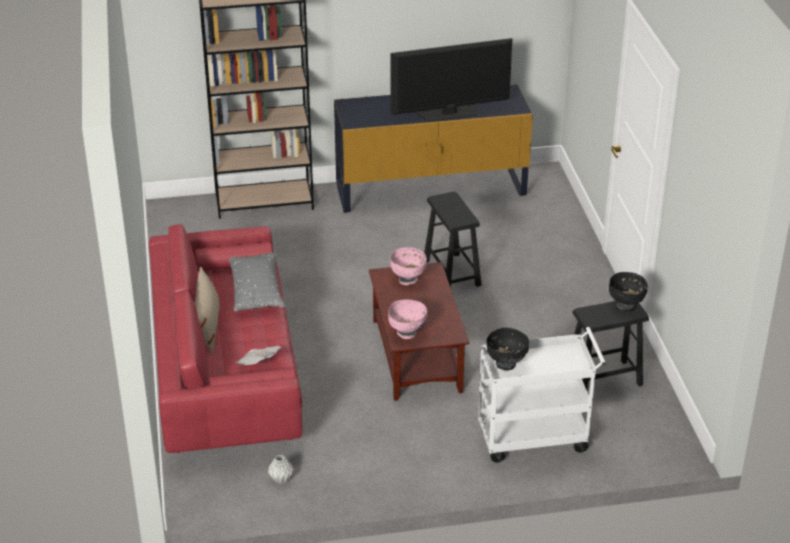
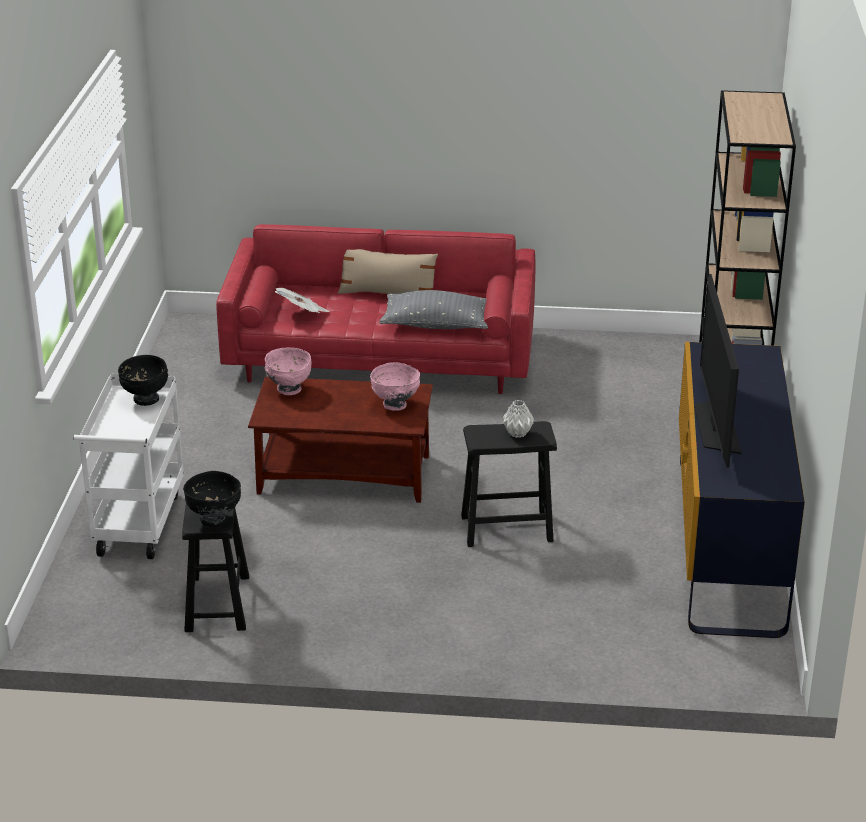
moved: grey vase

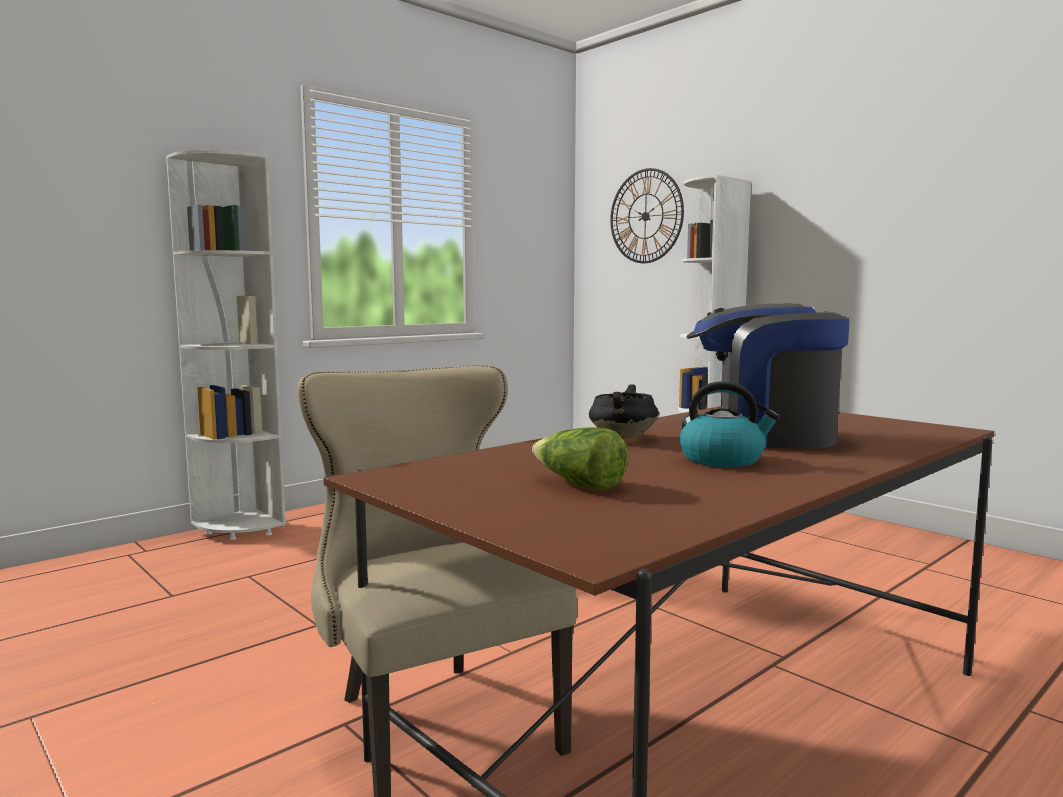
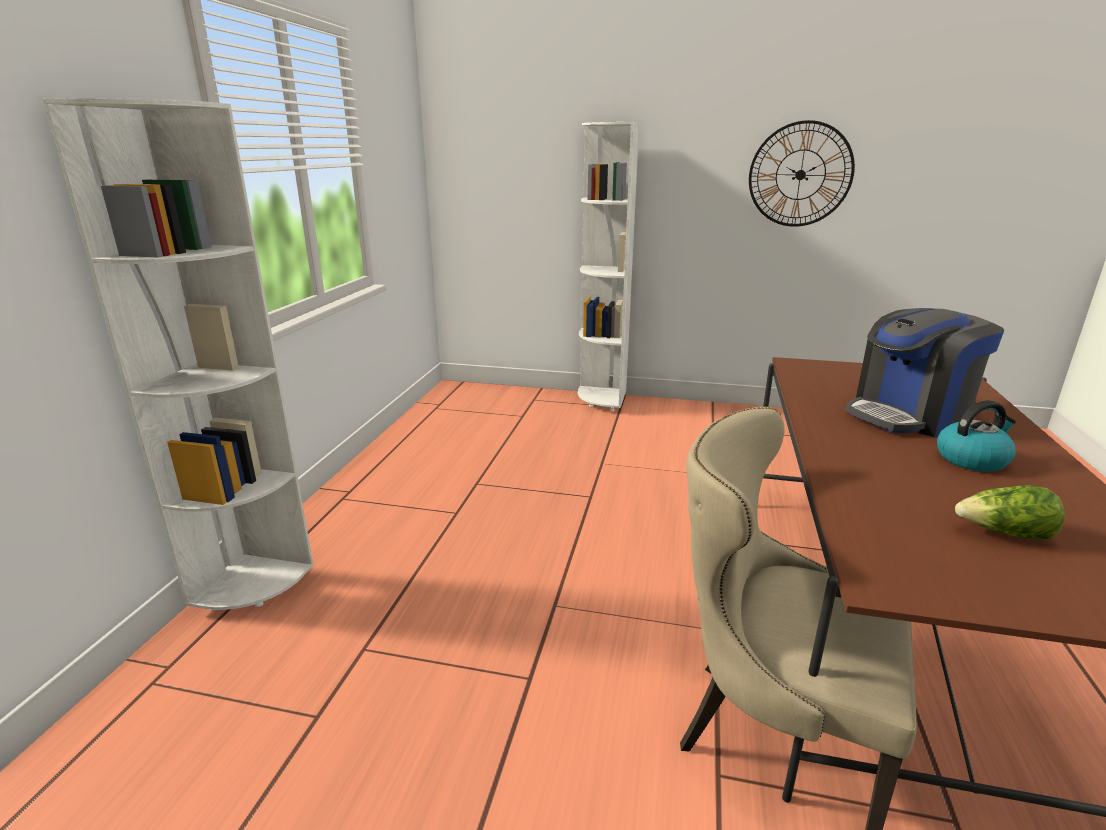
removed: black cooking pot
moved: wall clock

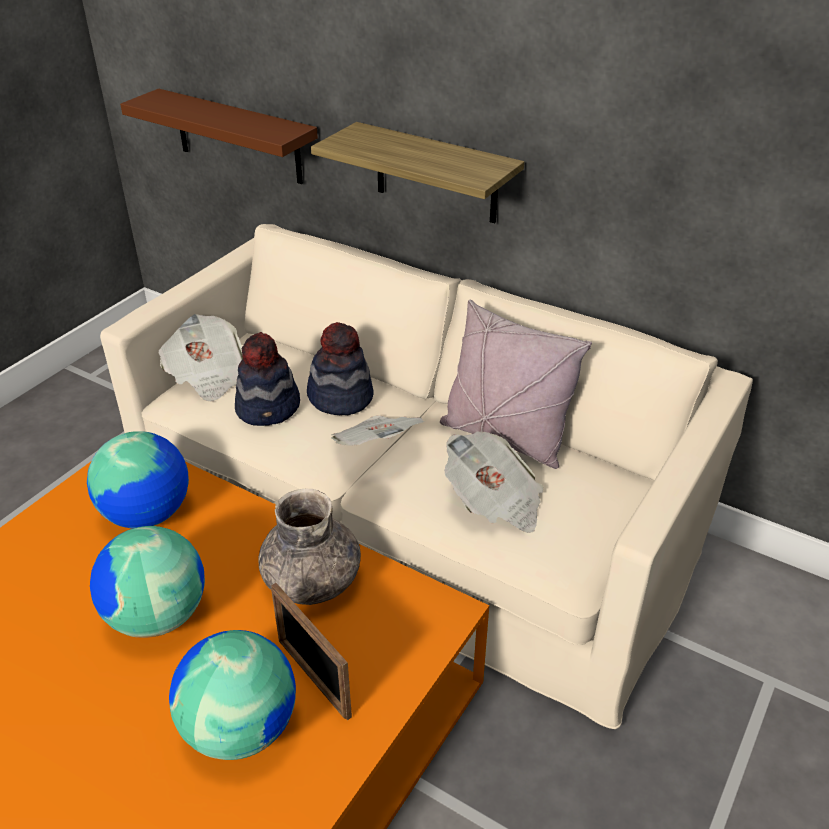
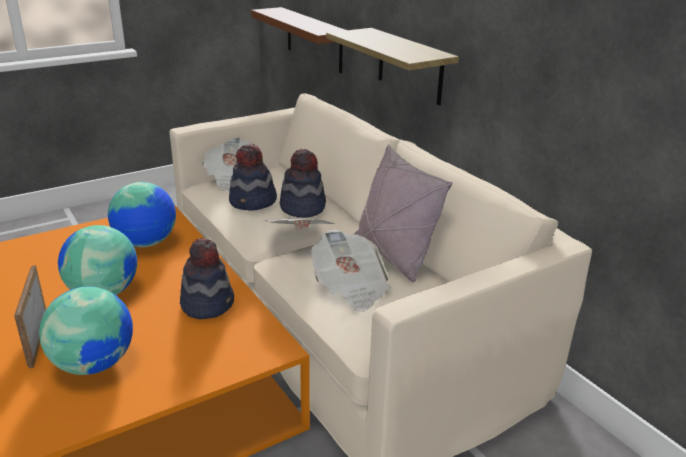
moved: picture frame
replaced: grey vase to hat (1st from left)

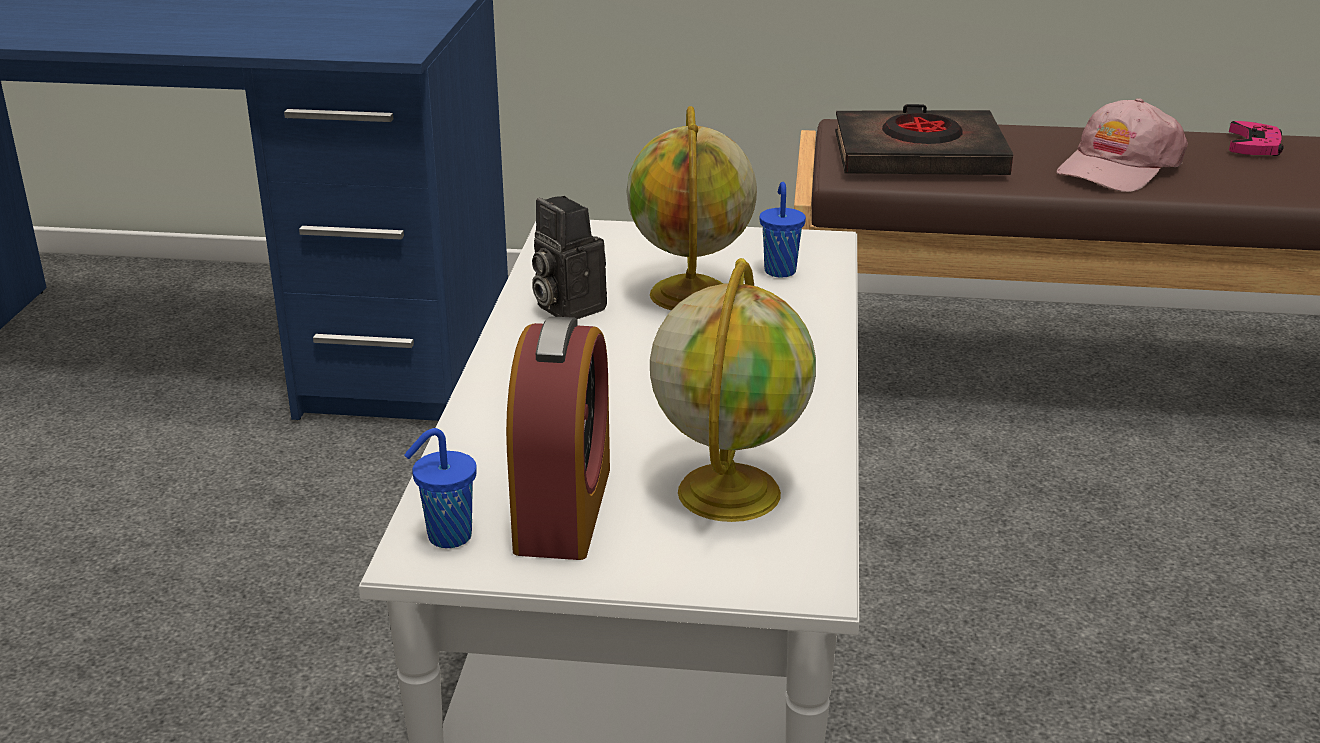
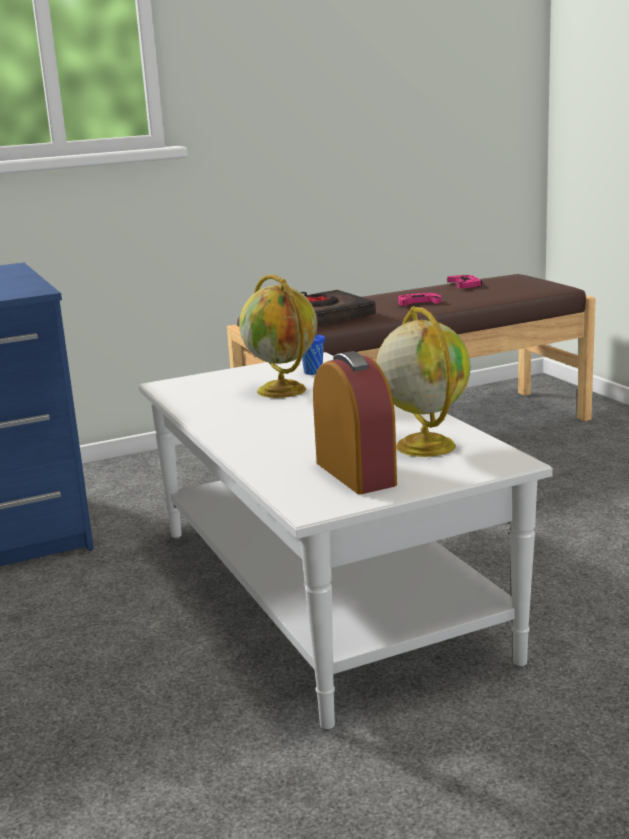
removed: blue cup (1st from left); photo camera
replaced: pink cap to pink game controller (1st from left)

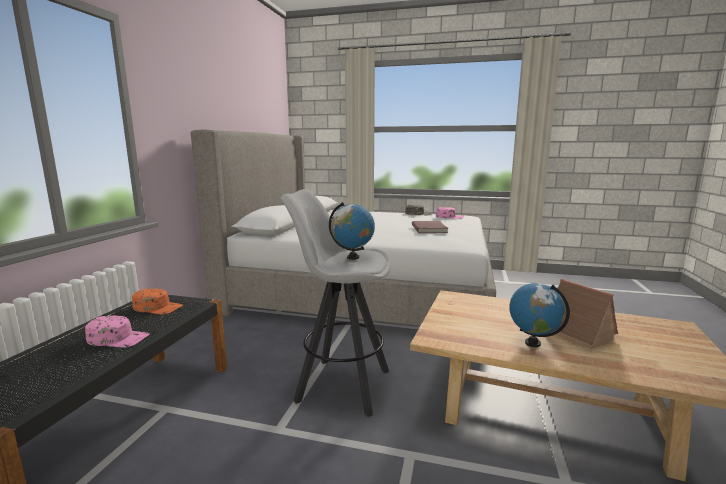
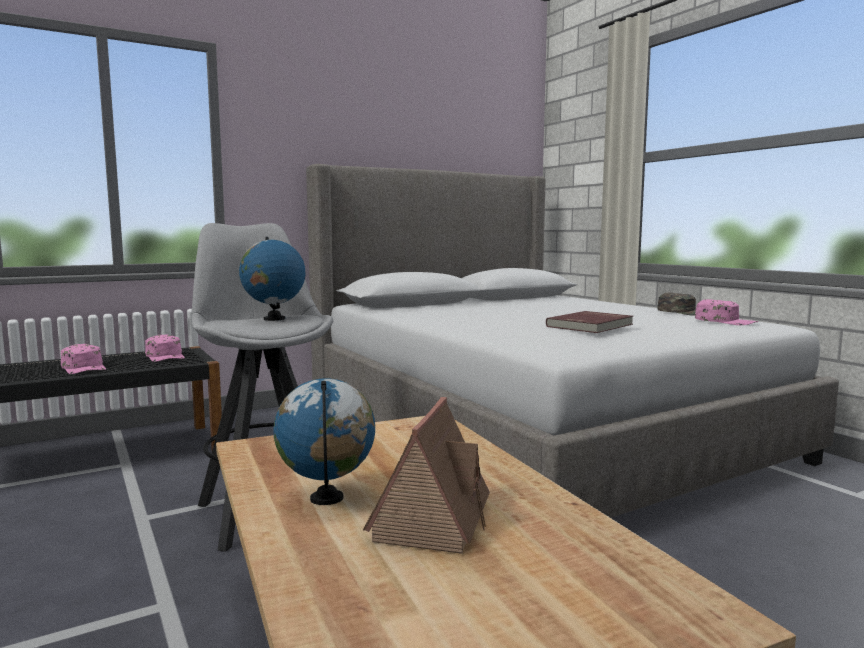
recoloured: orange cap to pink cap (2nd from left)

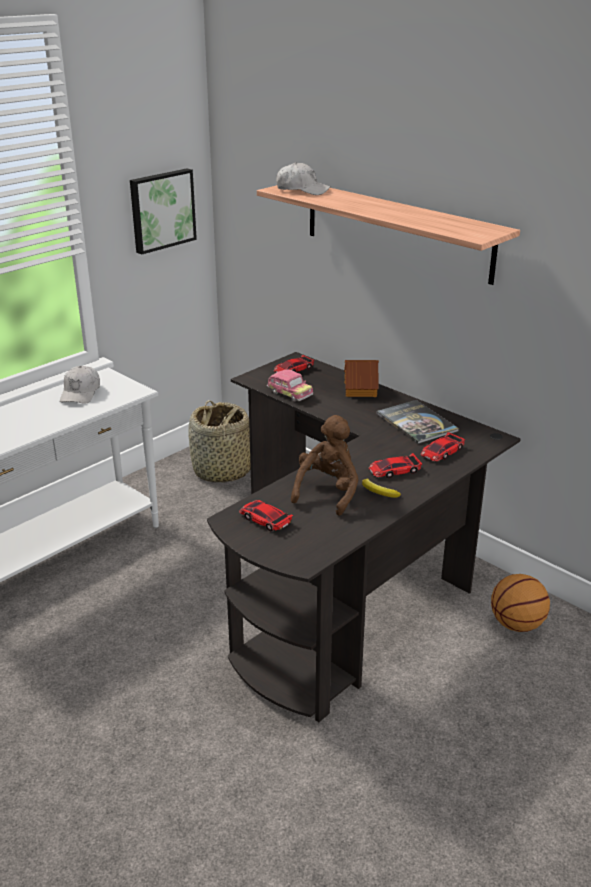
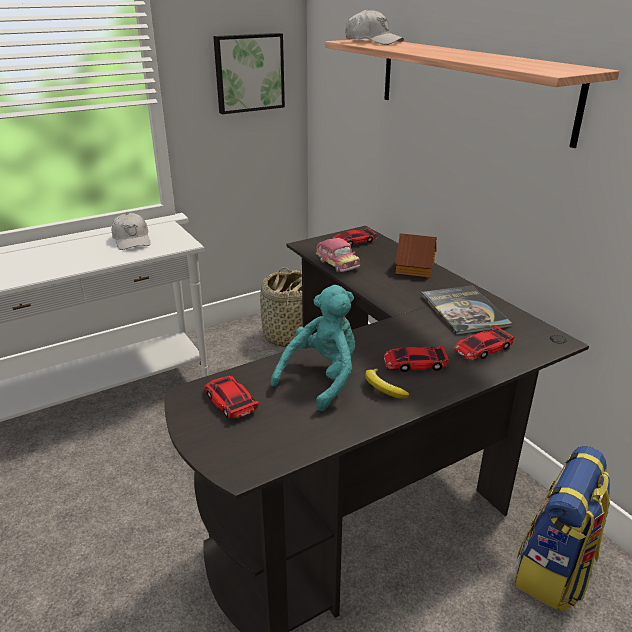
replaced: basketball to backpack
recoloured: brown plush toy to turquoise plush toy
turned: white cap (1st from left) 45 degrees counterclockwise

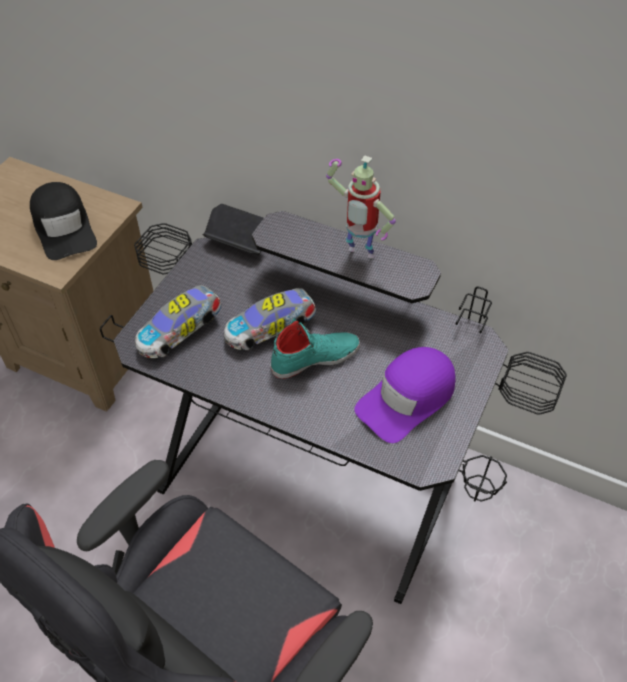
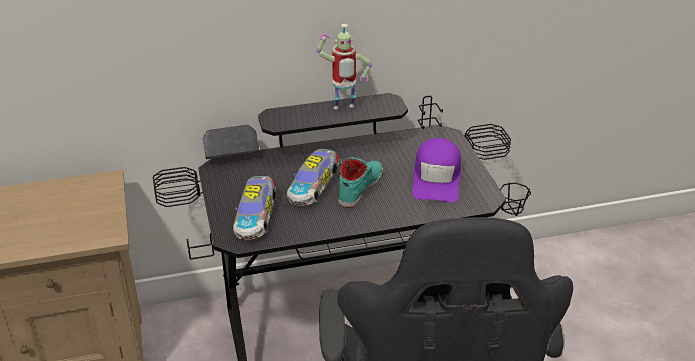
removed: black cap

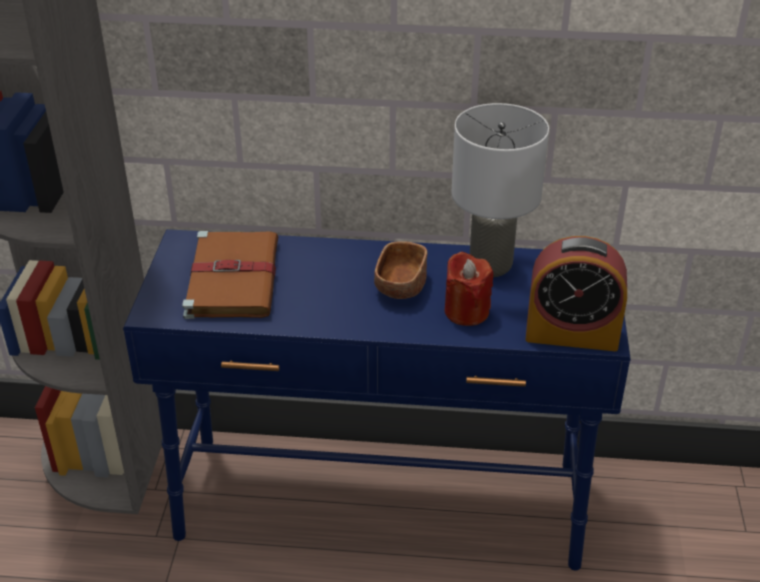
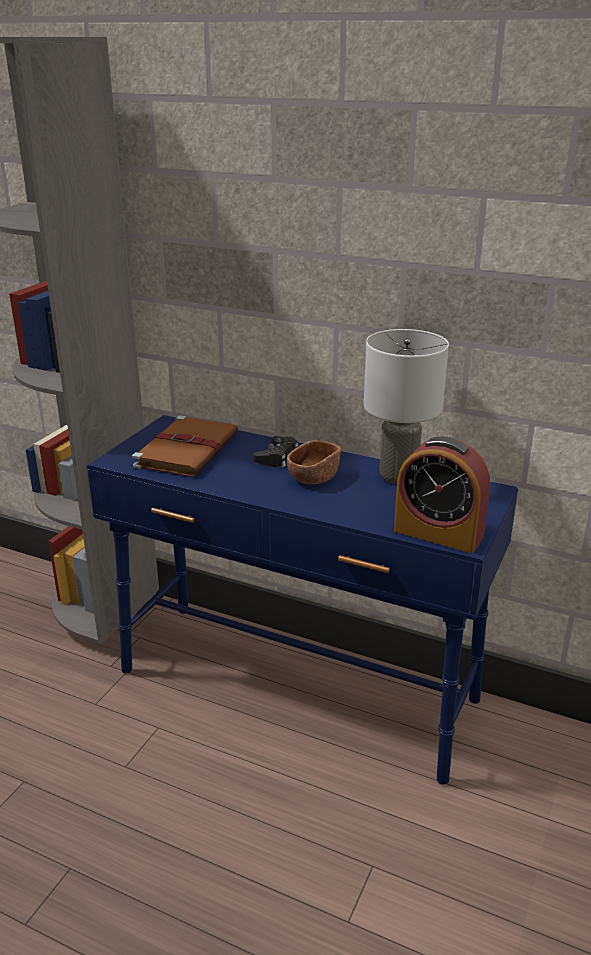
removed: red candle
added: black game controller

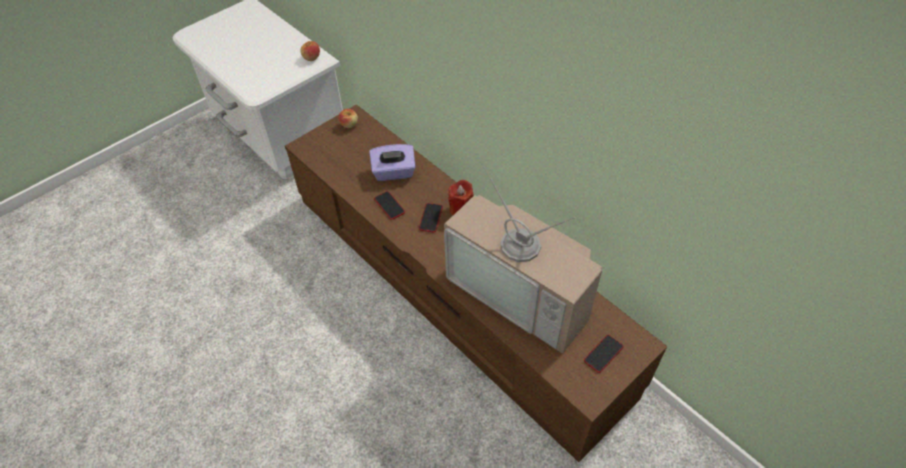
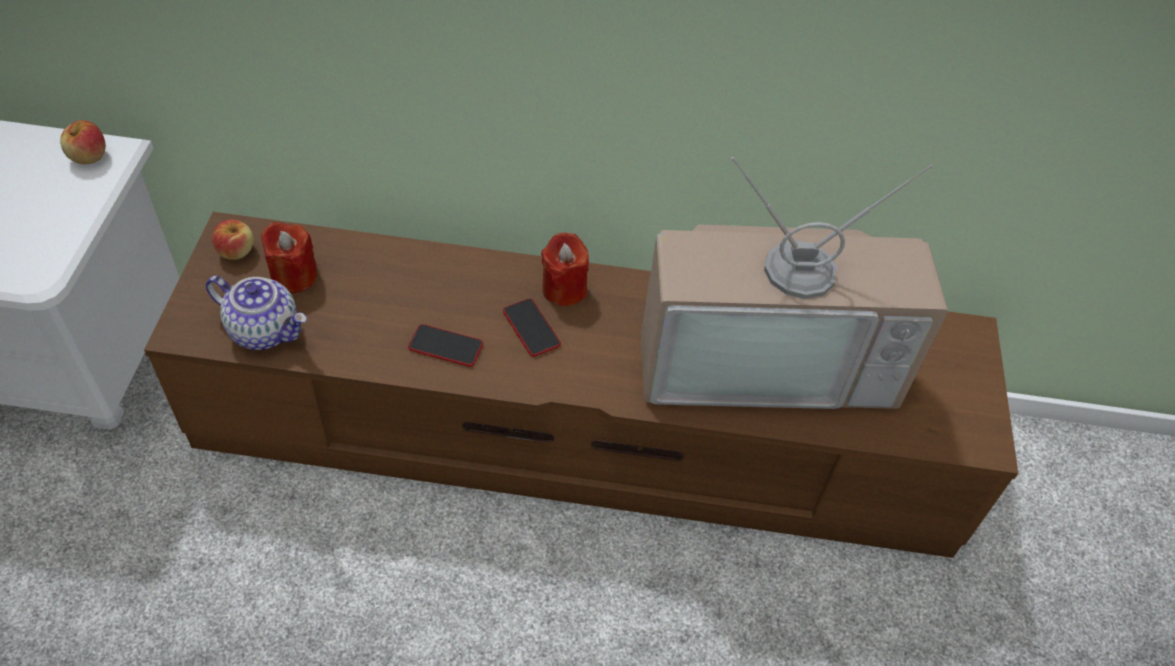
removed: purple tissue box; phone (3rd from left)
added: teapot; red candle (1st from left)

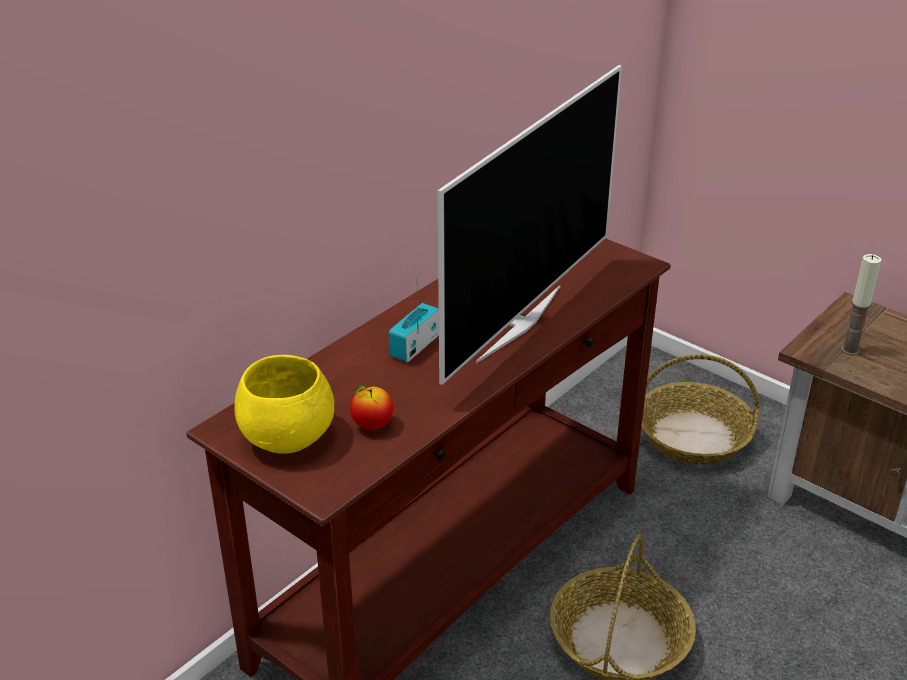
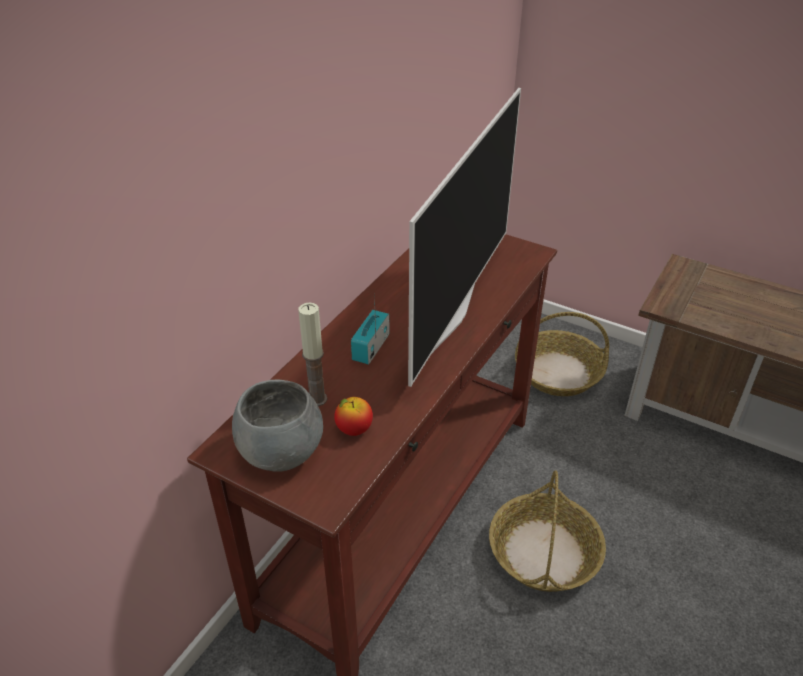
moved: candle
recoloured: yellow bowl to grey bowl

